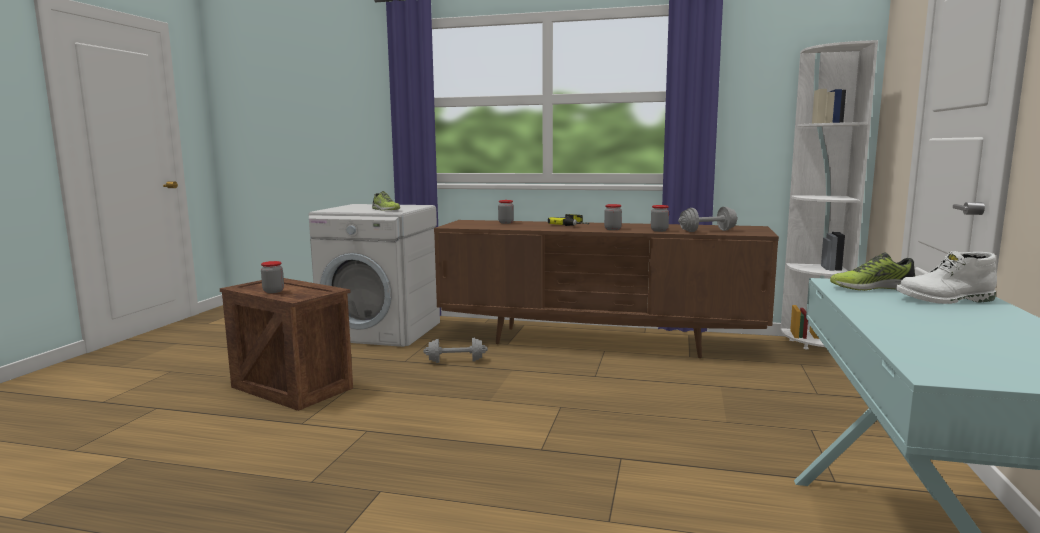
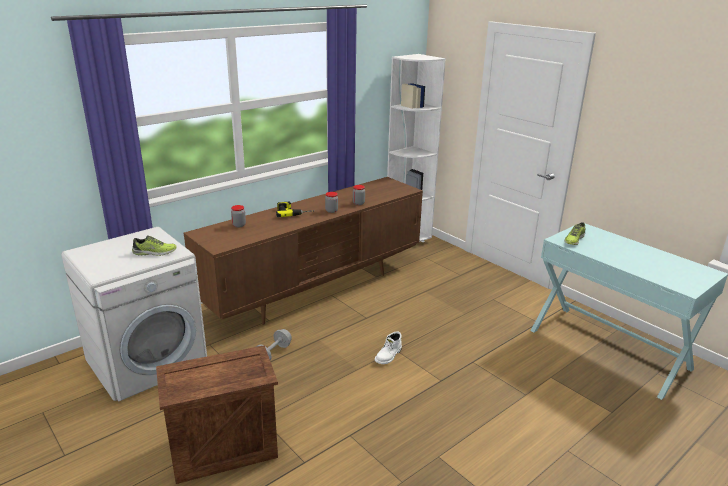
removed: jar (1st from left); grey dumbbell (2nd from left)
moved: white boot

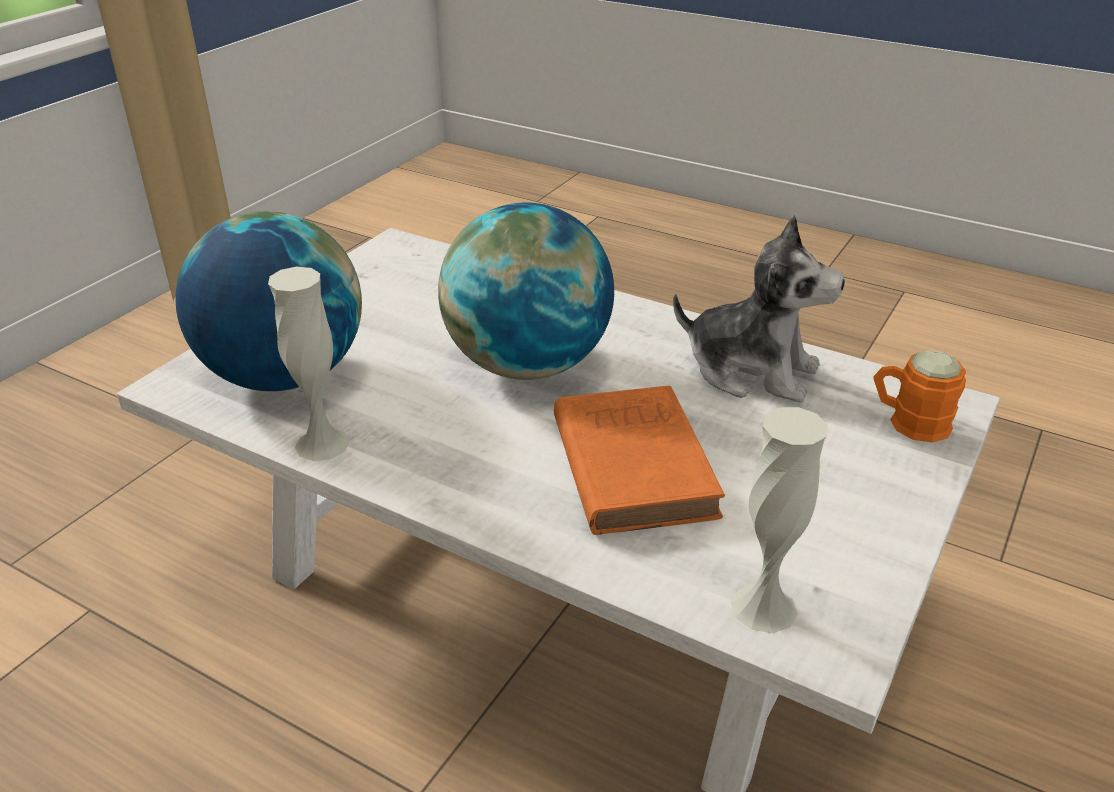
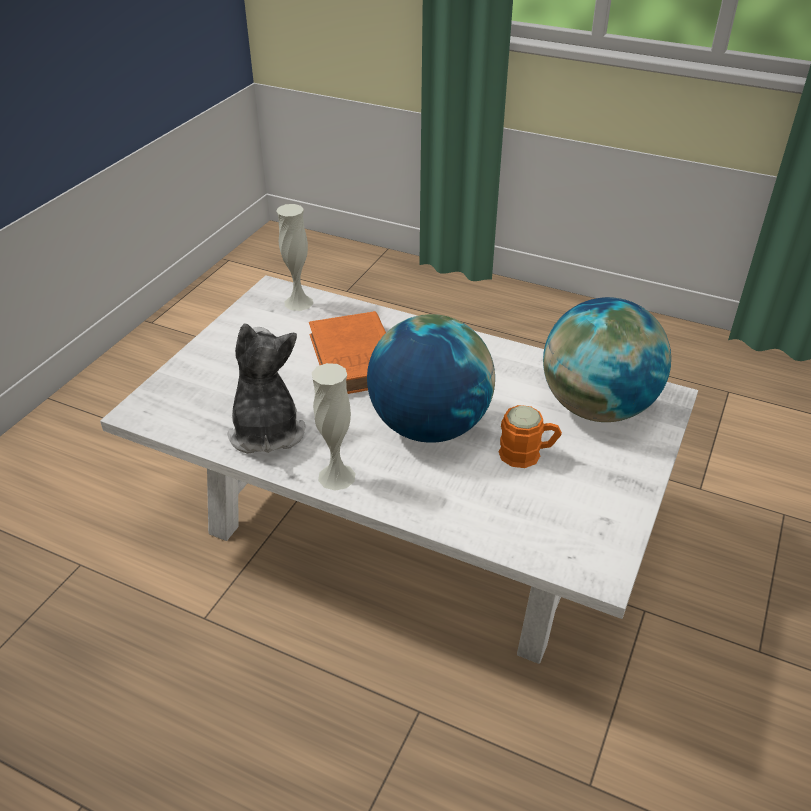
moved: white vase (1st from left in the first image) to white vase (2nd from left); orange mug
turned: plush toy 60 degrees clockwise

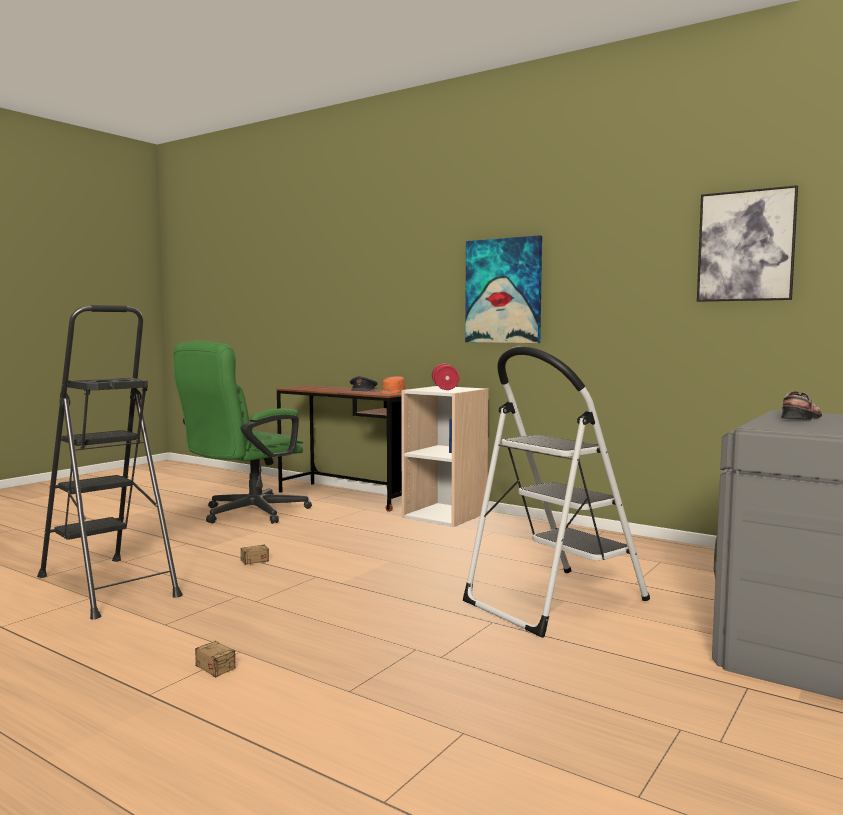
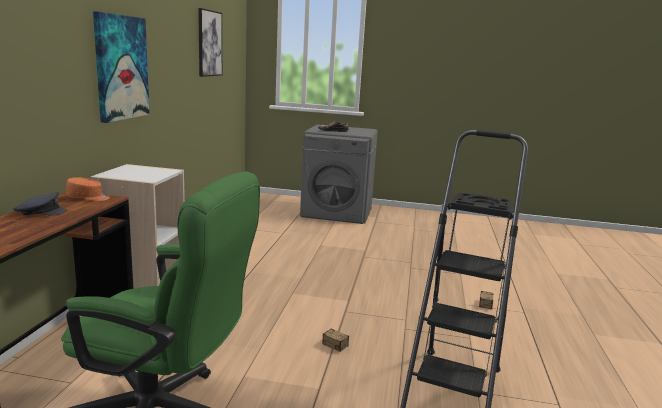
removed: red dumbbell; step ladder (2nd from left)

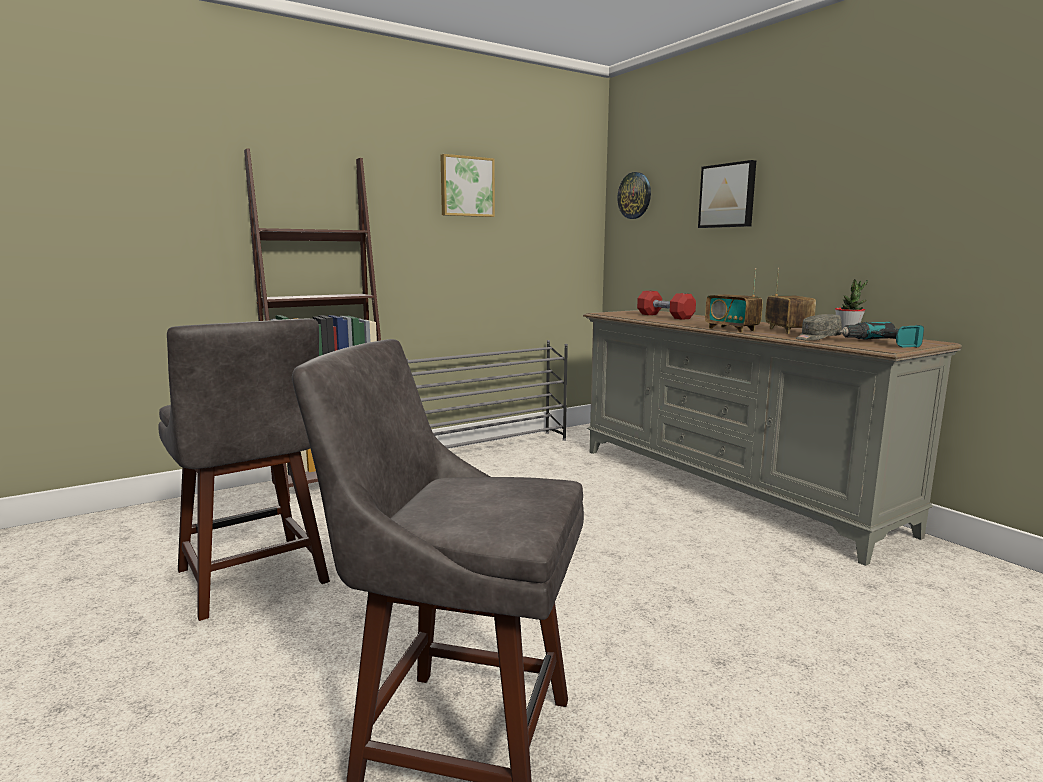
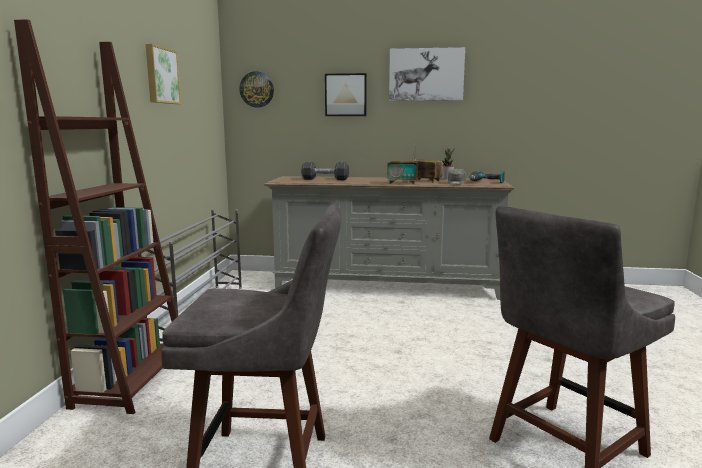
added: picture (3rd from left)
recoloured: red dumbbell to black dumbbell

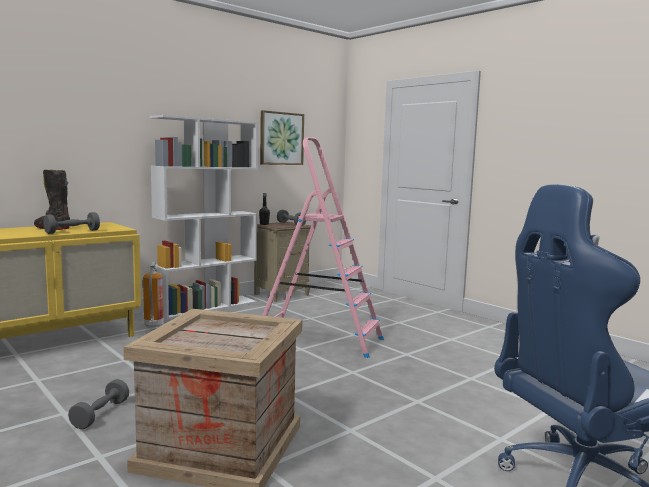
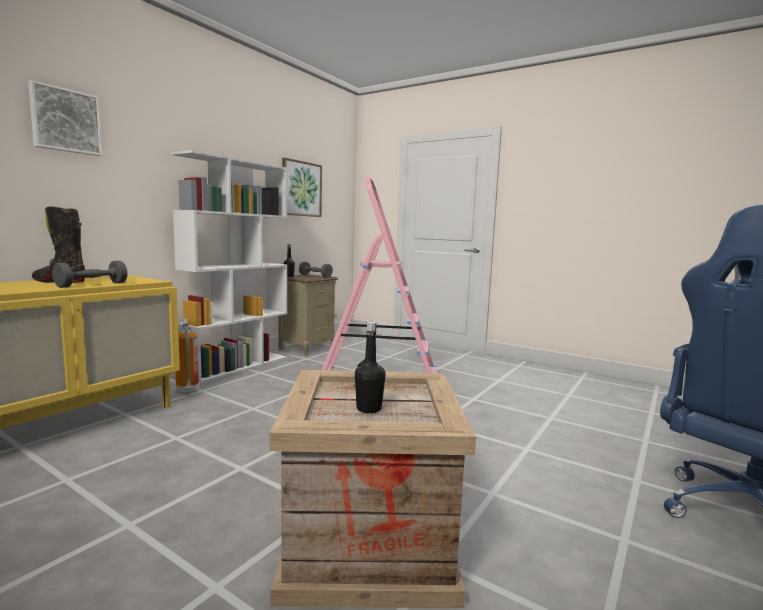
removed: grey dumbbell (2nd from left)
added: picture (1st from left); black bottle (2nd from left)

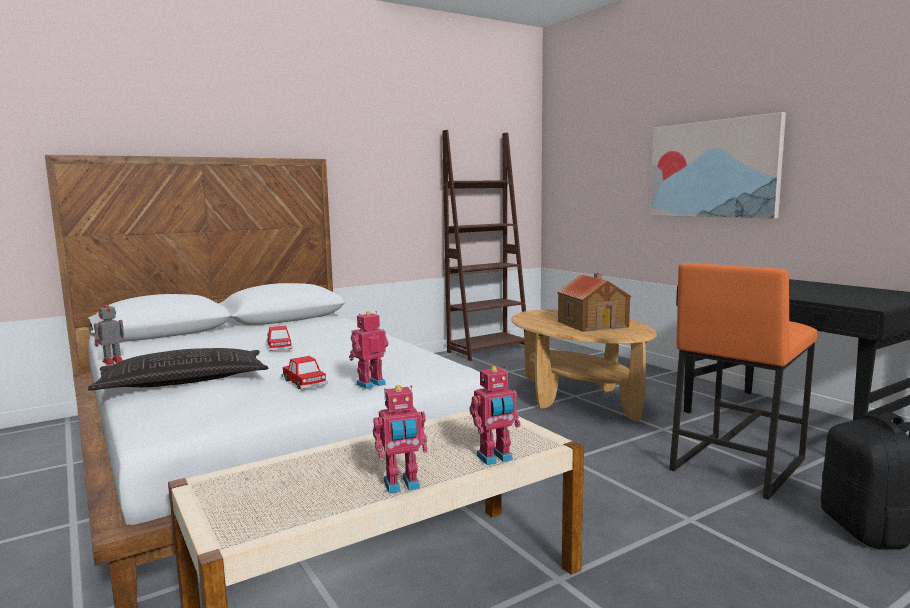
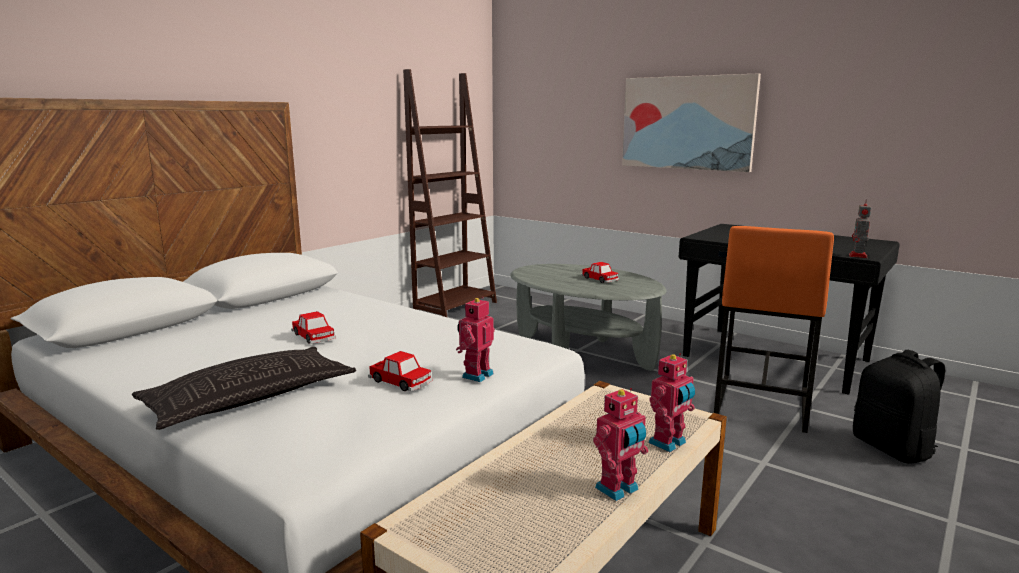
moved: toy robot (1st from left in the first image) to toy robot (4th from left)
replaced: toy house to toy car (3rd from left)
recoloured: brown coffee table to grey coffee table

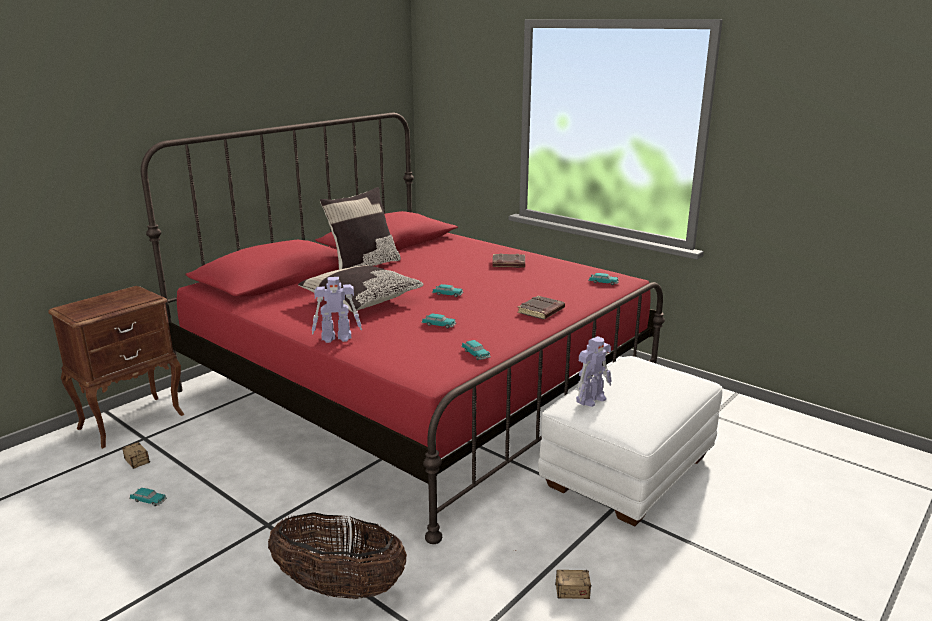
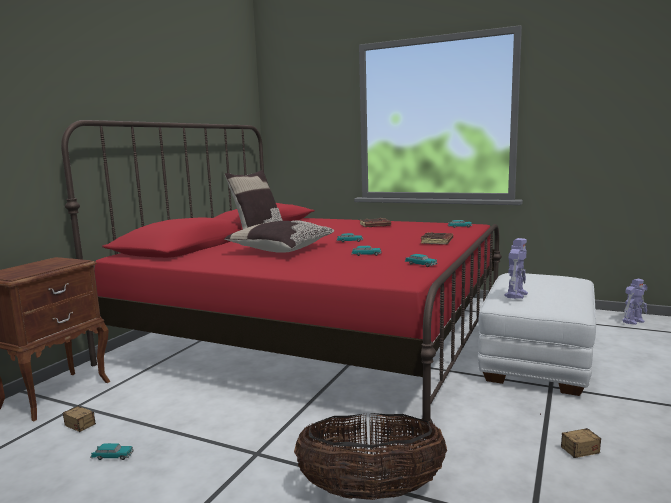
moved: toy robot (1st from left in the first image) to toy robot (2nd from left)

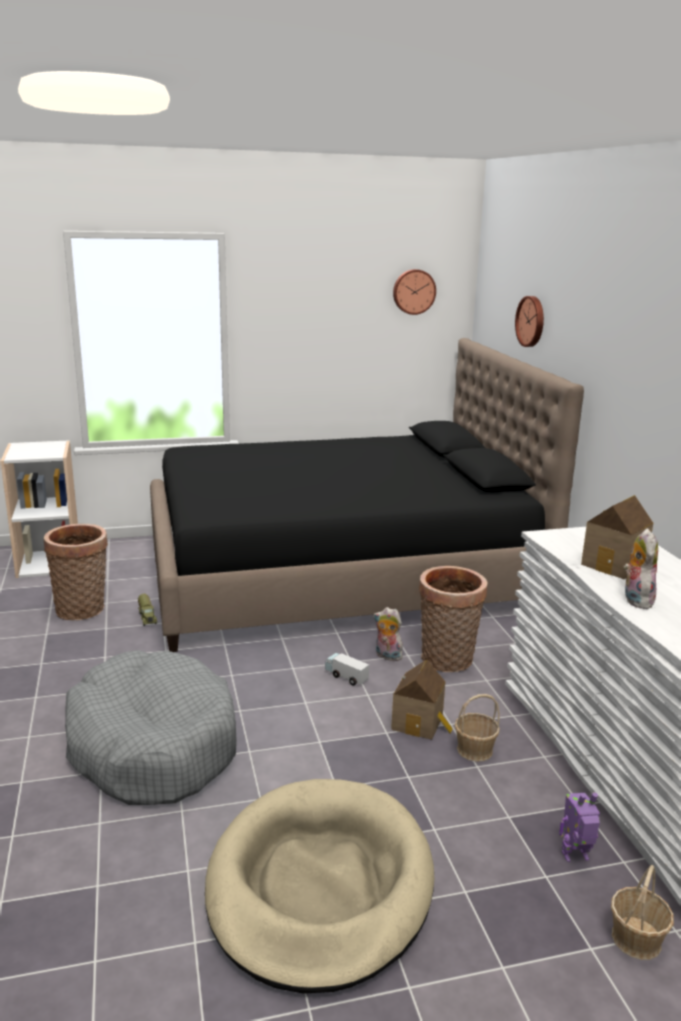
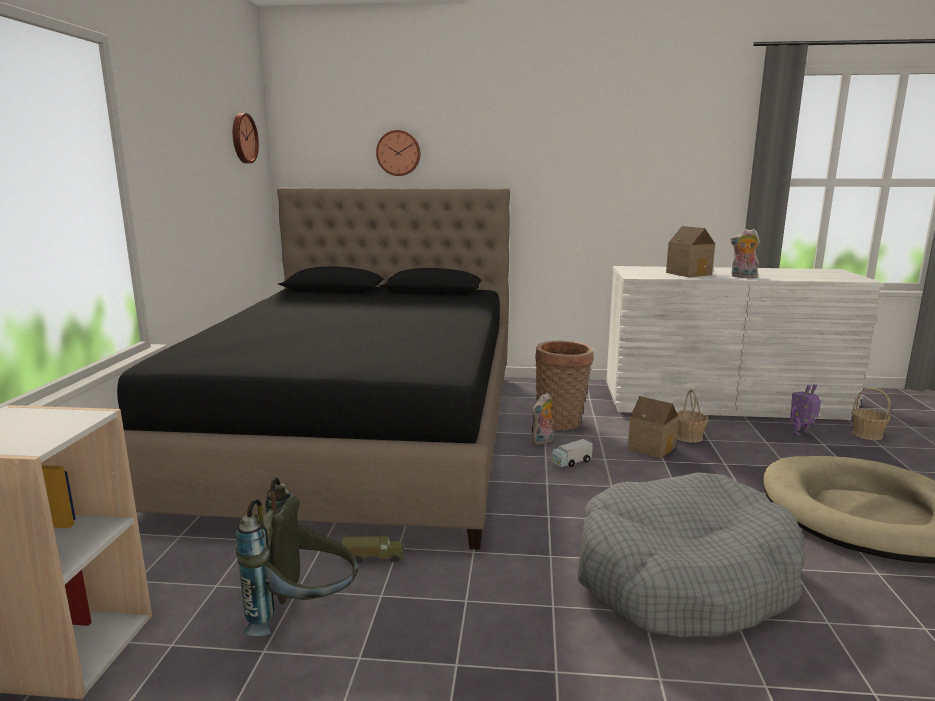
replaced: basket (1st from left) to grey backpack
turned: toy robot 60 degrees clockwise

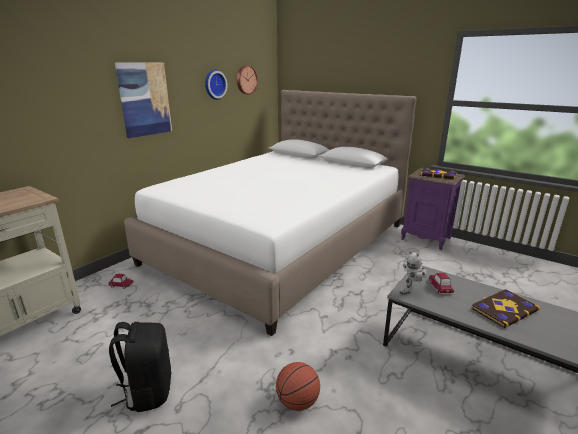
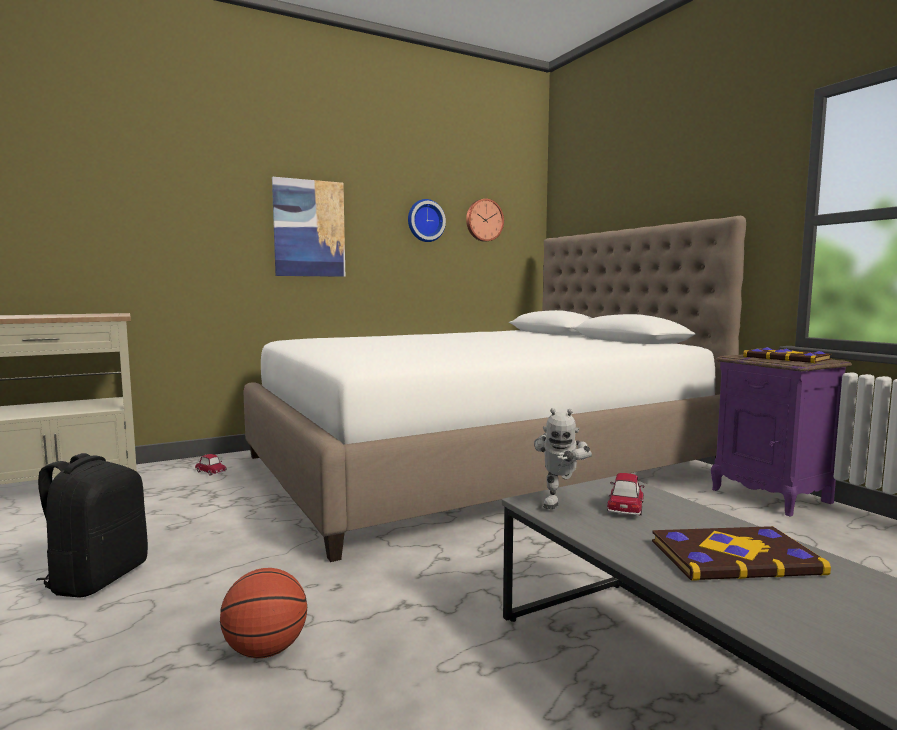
turned: toy robot 60 degrees counterclockwise

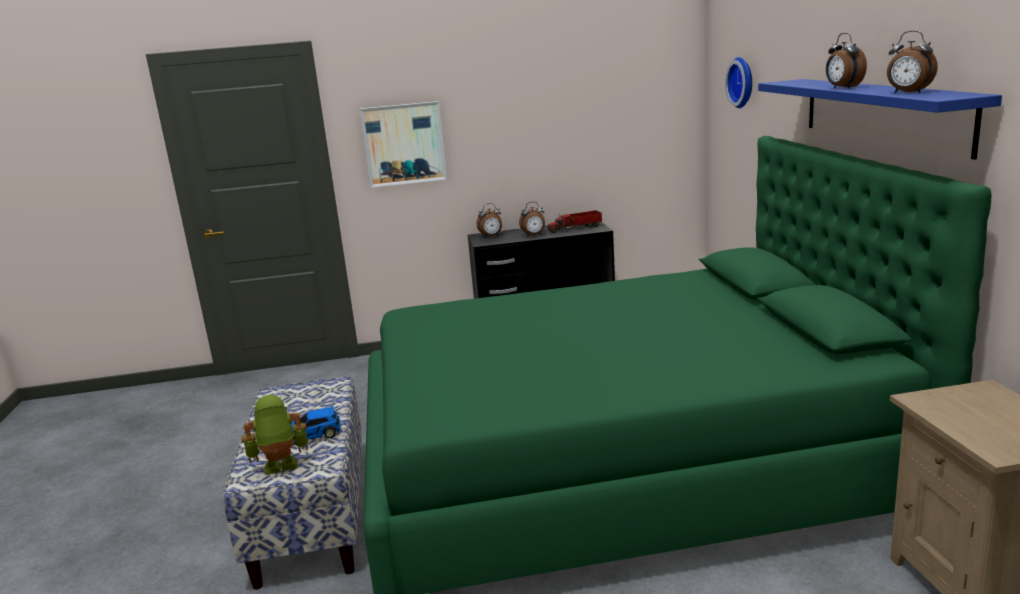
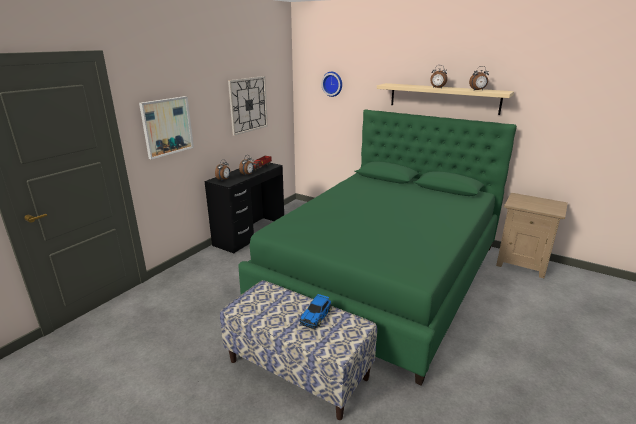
removed: toy robot
added: wall clock (1st from left)
recoloured: blue shelf to beige shelf

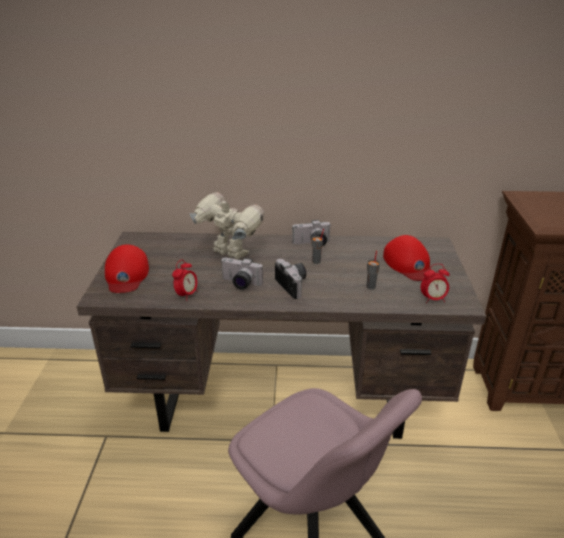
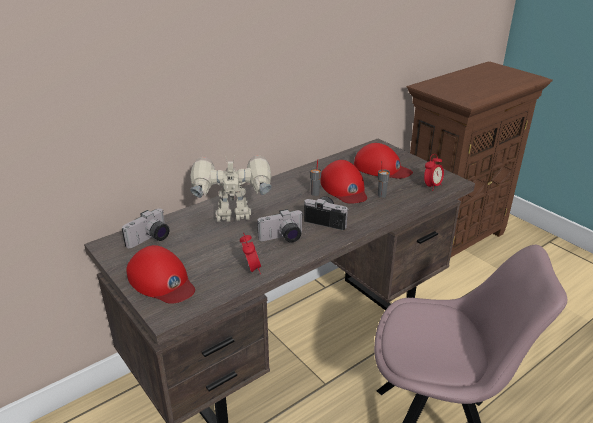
added: red cap (2nd from left)
moved: photo camera (3rd from left in the first image) to photo camera (1st from left)

